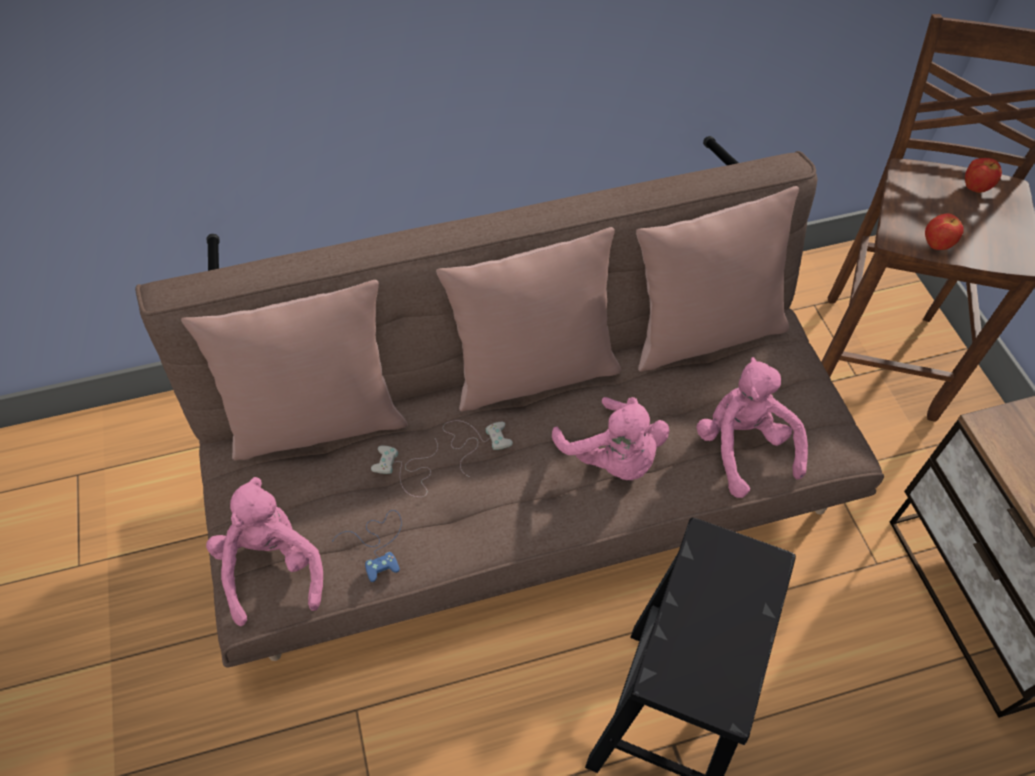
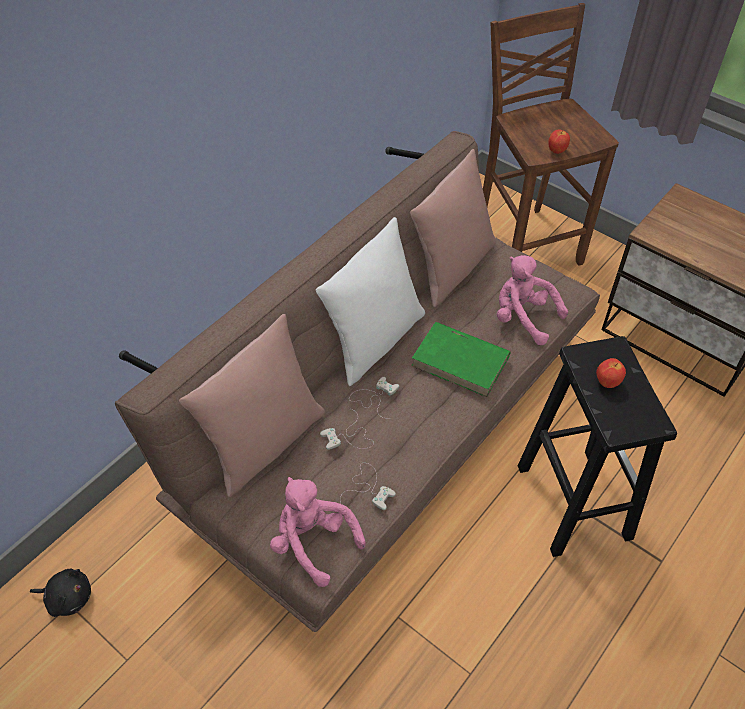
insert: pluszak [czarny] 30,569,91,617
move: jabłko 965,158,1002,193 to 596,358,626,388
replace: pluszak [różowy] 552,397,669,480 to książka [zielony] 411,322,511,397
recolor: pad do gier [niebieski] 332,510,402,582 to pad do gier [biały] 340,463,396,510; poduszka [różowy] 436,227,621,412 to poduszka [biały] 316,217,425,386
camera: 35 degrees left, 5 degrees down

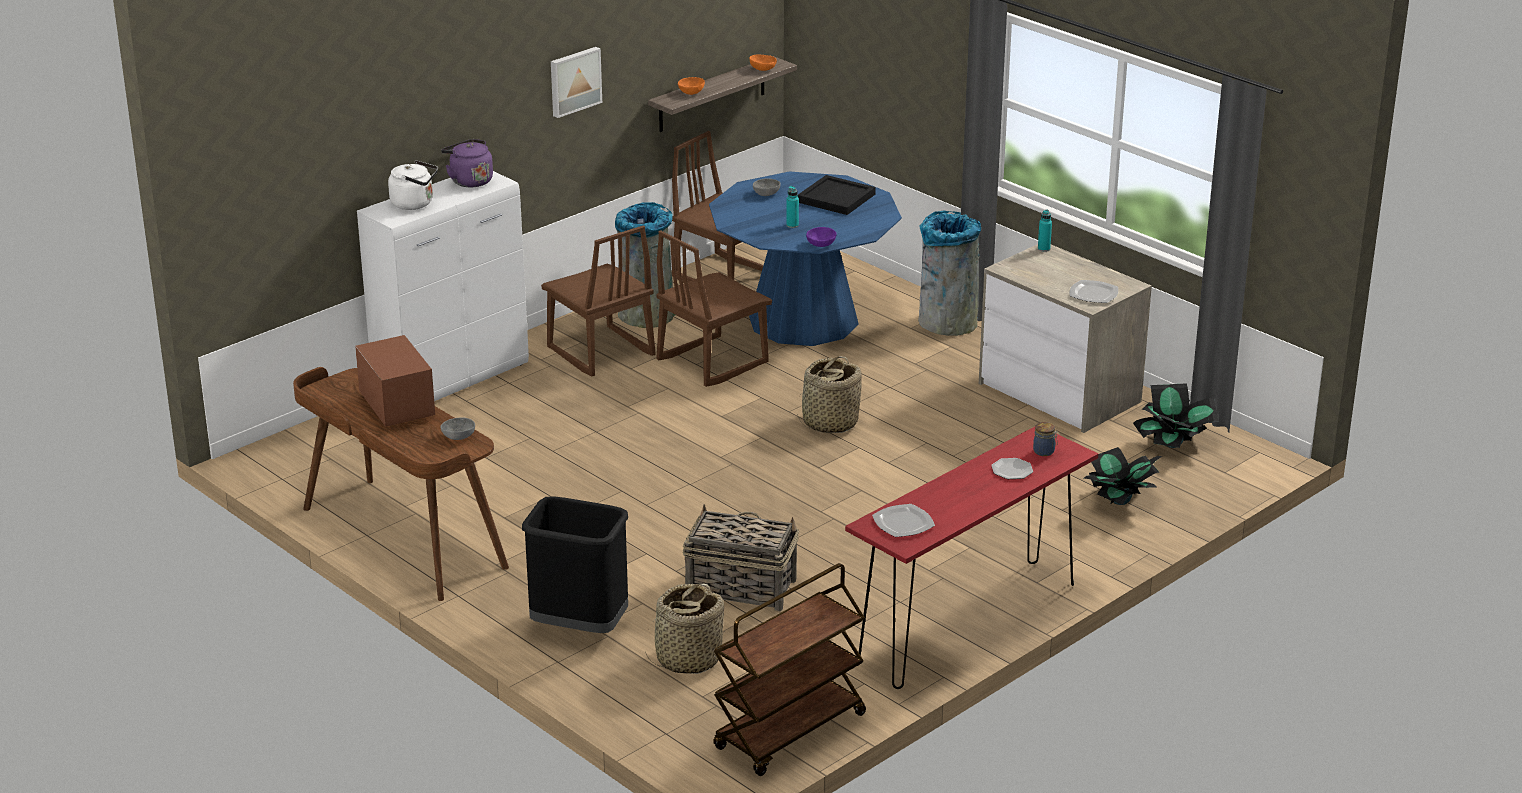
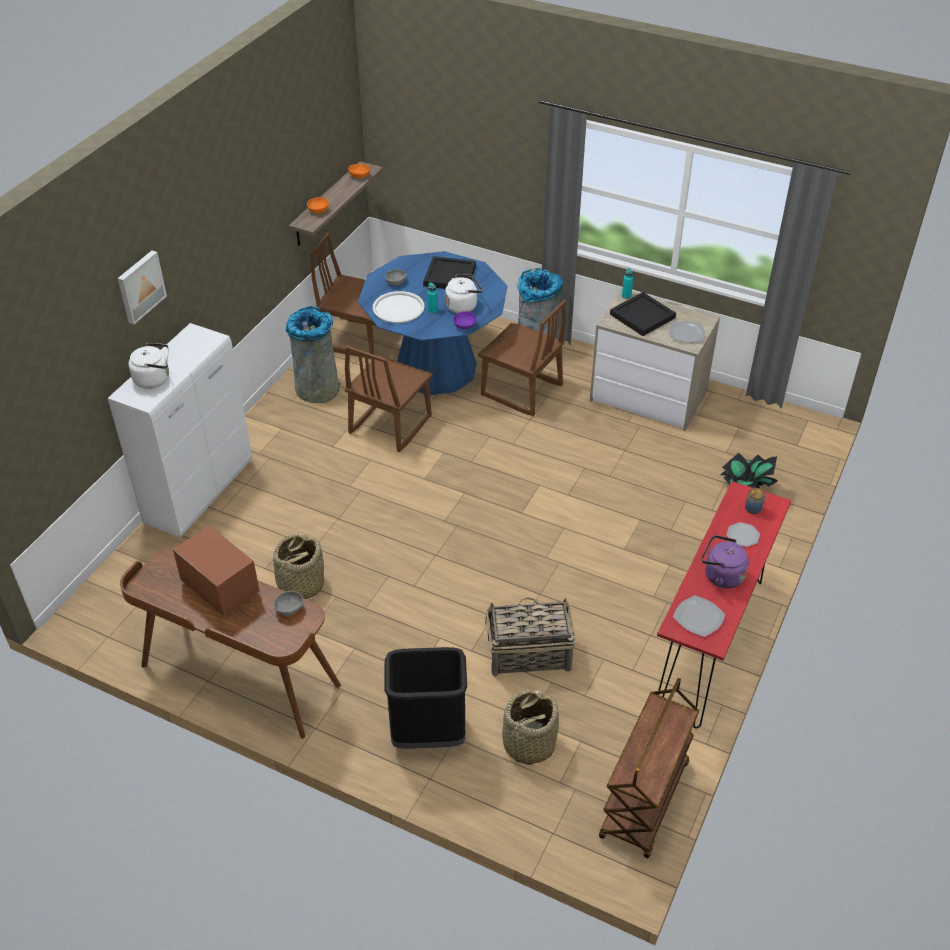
delete: roślina doniczkowa 1133,383,1219,448
insert: taca [biały] 373,291,425,323; czajnik [biały] 445,274,483,313; taca [czarny] 610,292,676,336
move: czajnik [fioletowy] 441,139,493,187 to 701,535,749,589; krzesło [brązowy] 541,225,656,377 to 478,300,566,416; obraz 551,47,602,118 to 118,250,167,324; koszyk 797,356,862,433 to 273,533,324,599
camera: 20 degrees left, 15 degrees up

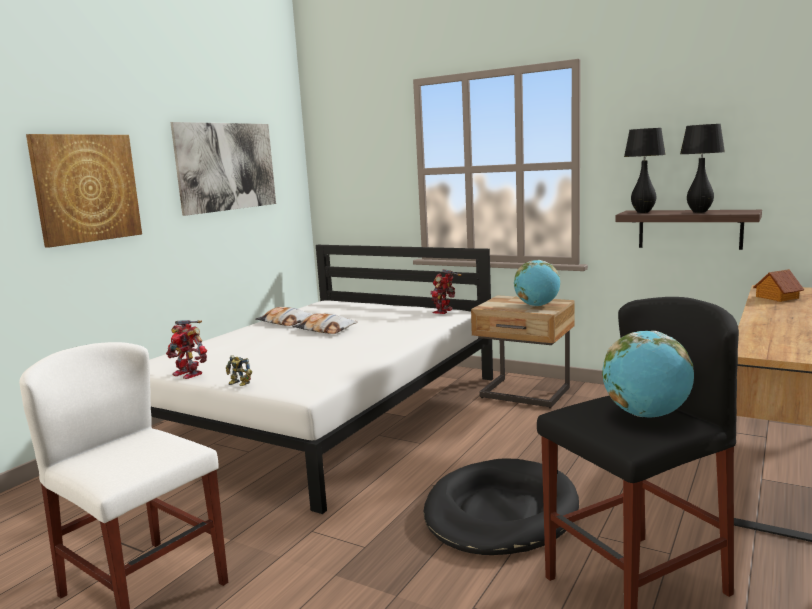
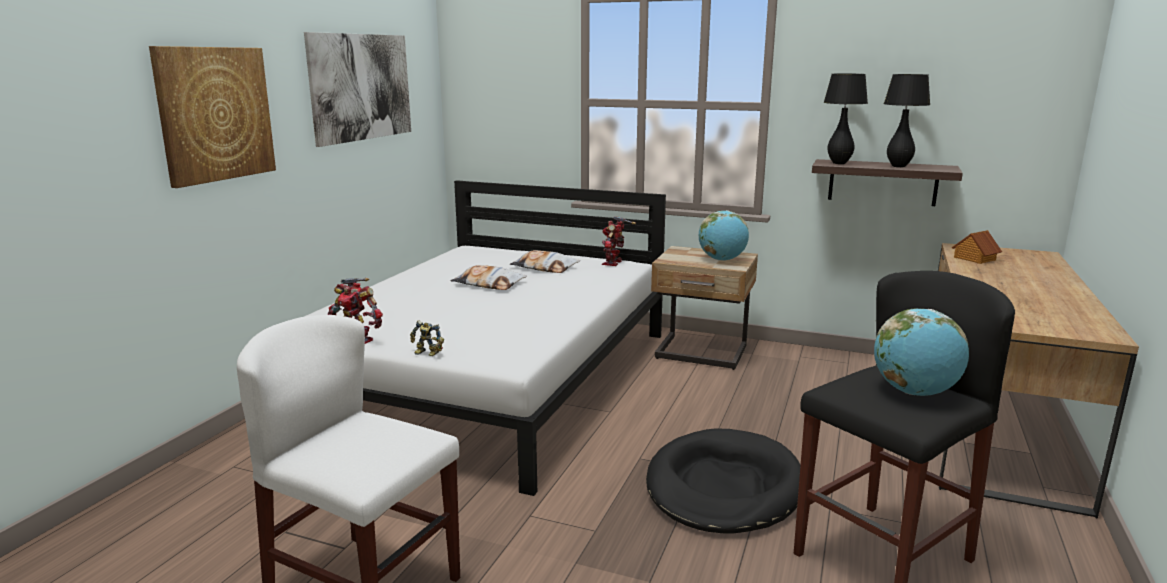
move: poduszka 255,307,313,326 to 510,250,580,273
camera: 10 degrees left, 5 degrees up

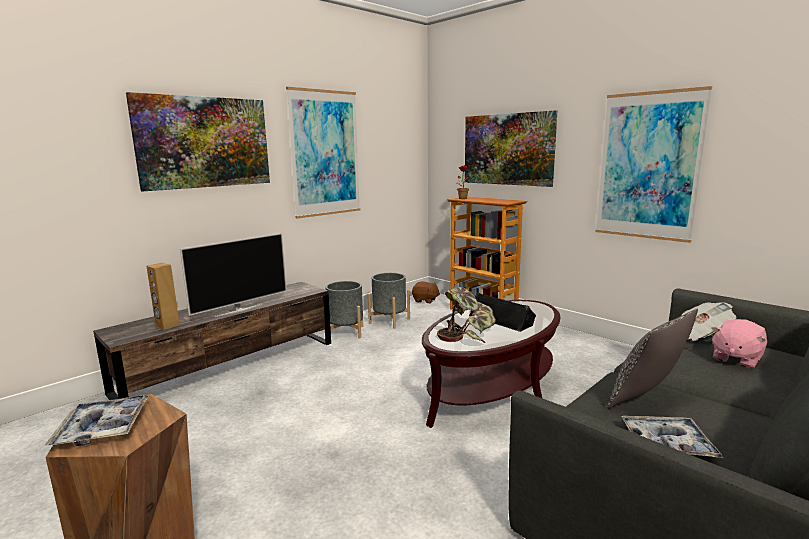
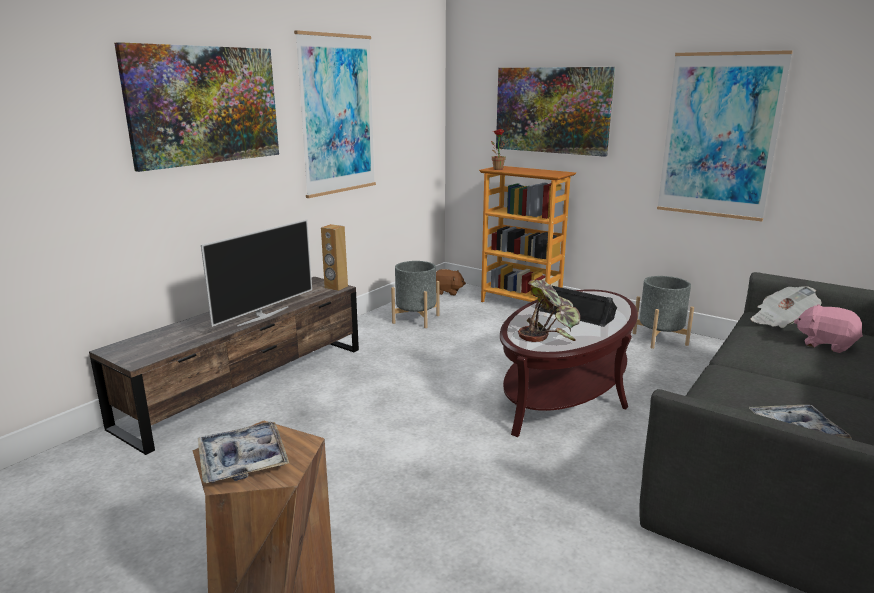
delete: poduszka 607,308,698,409
move: głośnik [brązowy] 146,263,180,330 to 321,224,348,291; donica [szary] 325,281,363,339 to 633,276,694,349
rotate: pluszak [różowy] 712,319,767,369 = 794,304,863,353 90 degrees clockwise
camera: 10 degrees left, 5 degrees up

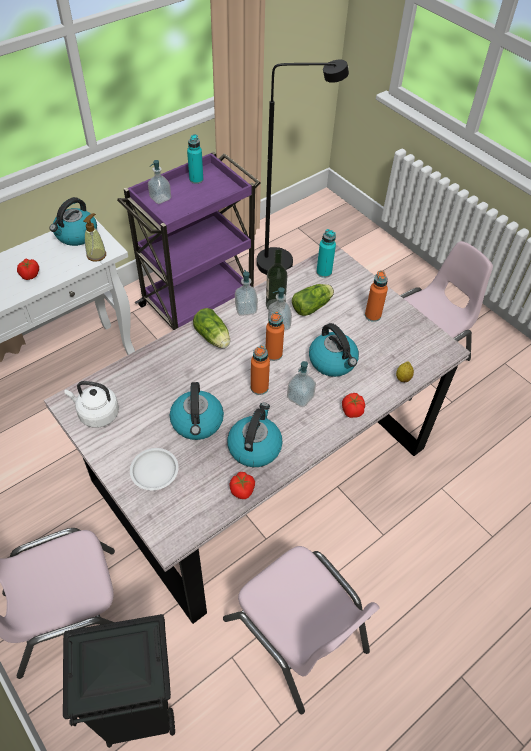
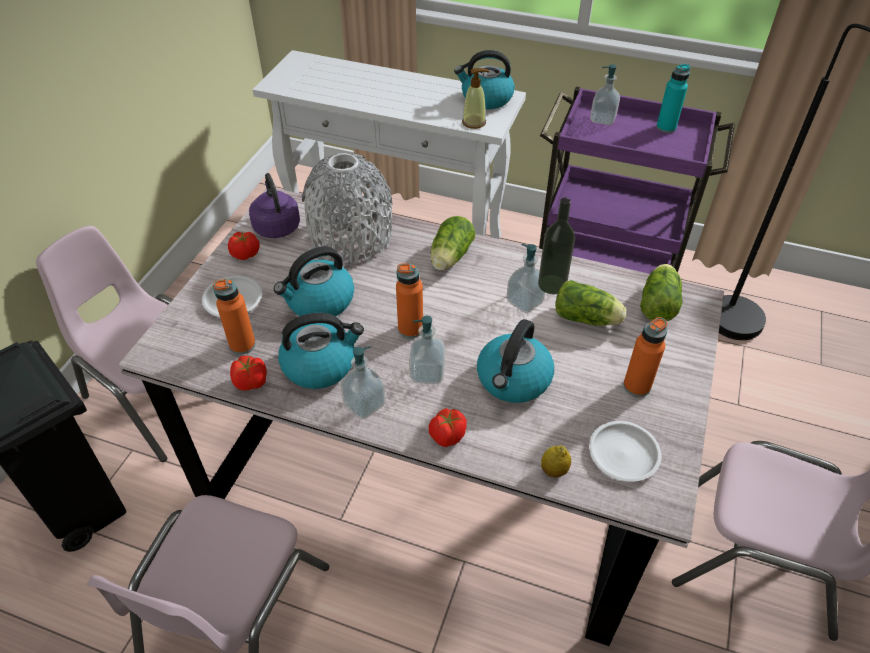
insert: wazon [szary] 302,153,393,264; talerz [biały] 589,421,661,482
move: pomidor 17,258,39,280 to 228,232,260,260; dozownik mydła 235,270,258,316 to 340,346,386,419; butelka [pomarańczowy] 265,311,284,361 to 213,279,256,355
replace: butelka [turkusowy] 316,229,336,278 to sałata 640,264,682,321
recolor: czajnik [biały] 64,381,119,428 to czajnik [fioletowy] 249,173,300,238
camera: 60 degrees right, 5 degrees down

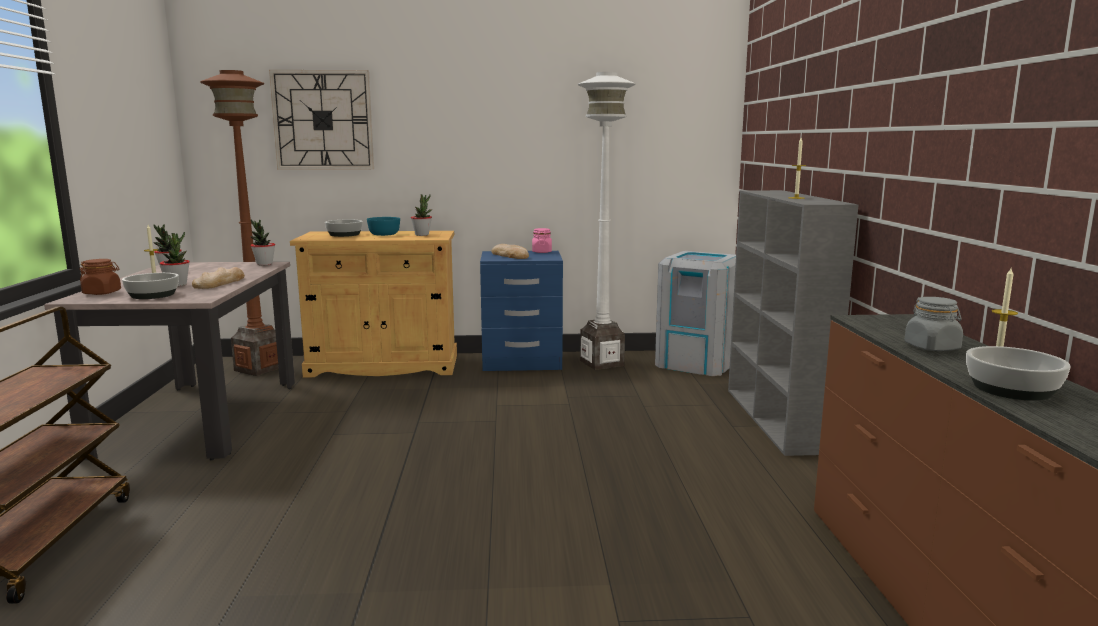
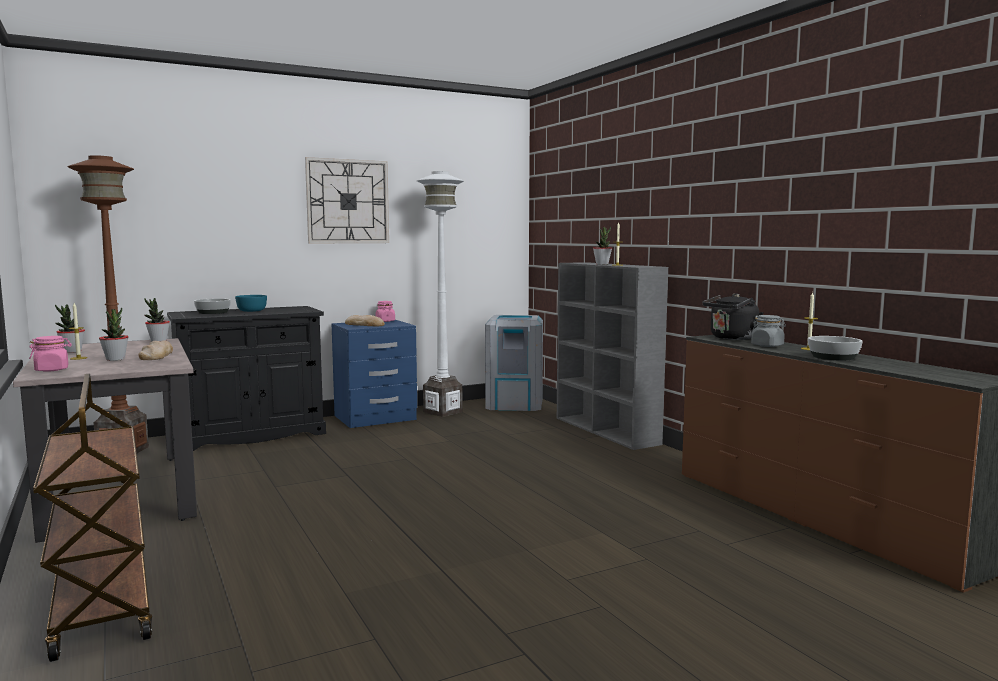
delete: miska 122,273,179,299
insert: czajnik [czarny] 703,293,764,340
move: zegar ścienny 269,70,374,170 to 305,157,389,243; roślina doniczkowa 411,194,432,236 to 593,227,612,265
recolor: słoik [brązowy] 80,259,121,295 to słoik [różowy] 29,336,72,372; szafka [beżowy] 290,231,457,378 to szafka [czarny] 167,306,326,451
camera: 25 degrees left, 5 degrees down

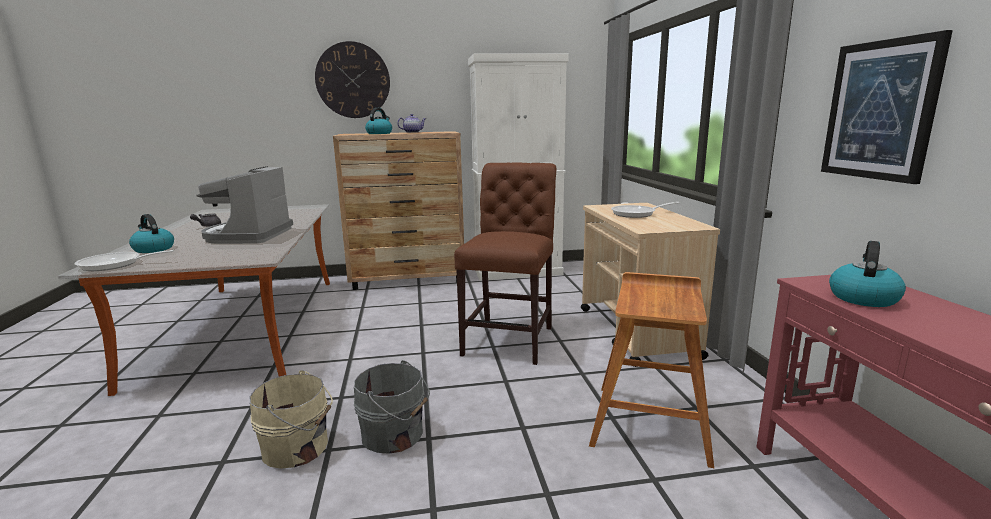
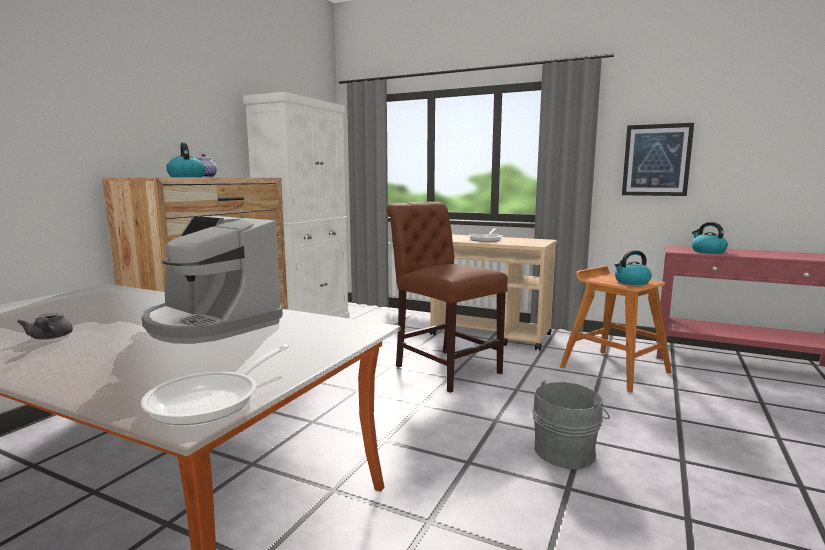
delete: wiadro [beżowy] 250,370,333,469; zegar ścienny 315,41,390,118
move: czajnik 129,214,174,253 to 614,250,652,285
camera: 55 degrees left, 5 degrees down

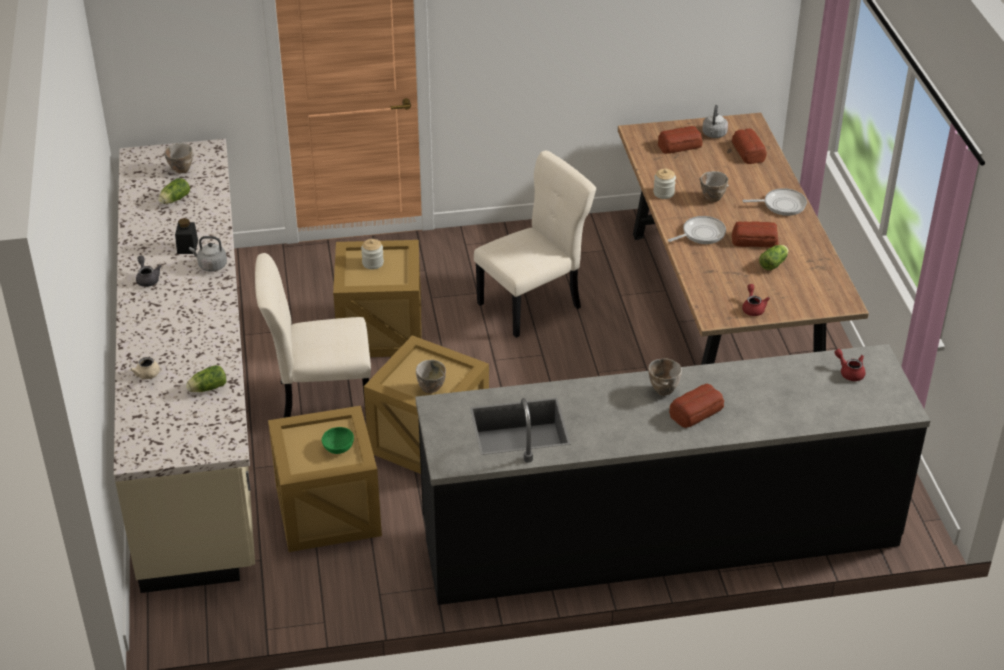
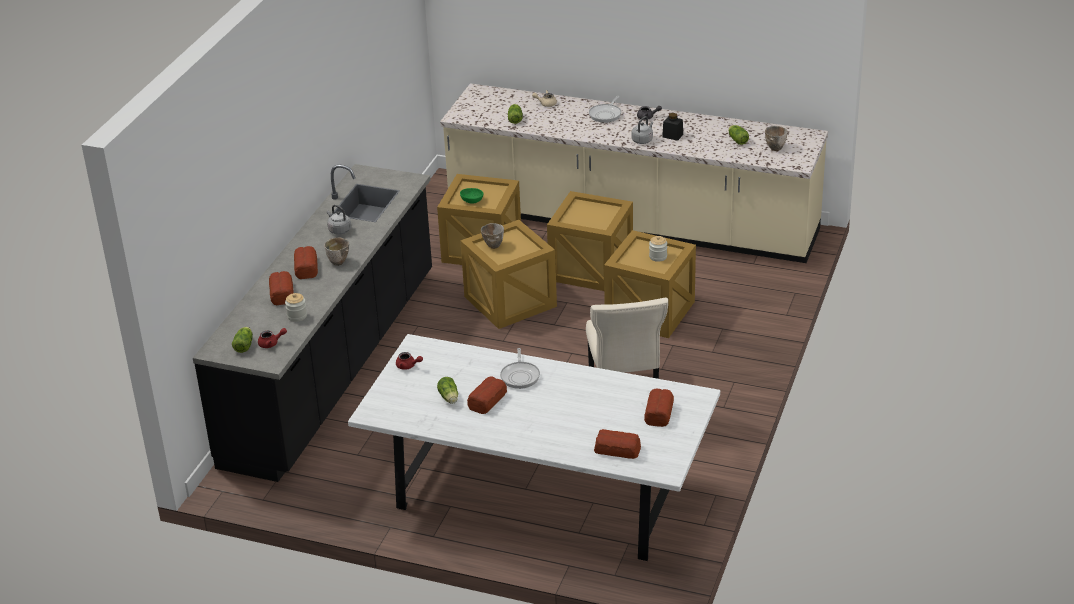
delete: miska 699,171,729,202
insert: sałata 232,327,253,353; chleb 269,271,294,305
move: słoik 653,169,676,199 to 285,293,307,322; czajnik [szary] 702,105,728,138 to 327,205,351,235; patelnia 743,188,807,216 to 589,96,621,123
replace: krzesło [beżowy] 255,253,371,418 to skrzynka 547,191,633,291
recolor: stół jadalny [brązowy] 618,113,869,365 to stół jadalny [biały] 348,334,720,561
camera: 120 degrees right, 5 degrees down

